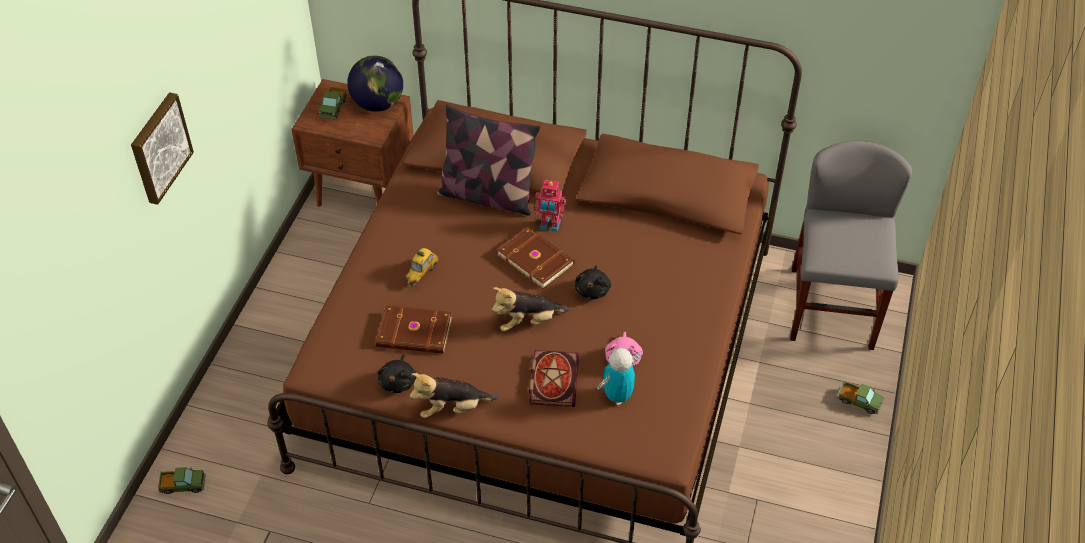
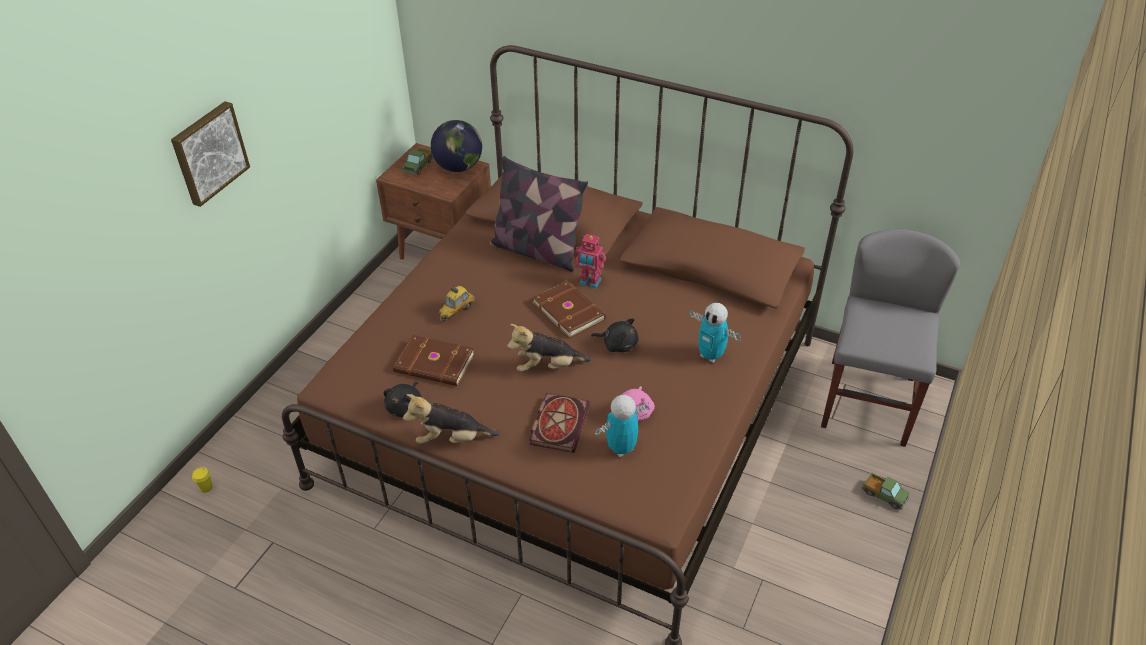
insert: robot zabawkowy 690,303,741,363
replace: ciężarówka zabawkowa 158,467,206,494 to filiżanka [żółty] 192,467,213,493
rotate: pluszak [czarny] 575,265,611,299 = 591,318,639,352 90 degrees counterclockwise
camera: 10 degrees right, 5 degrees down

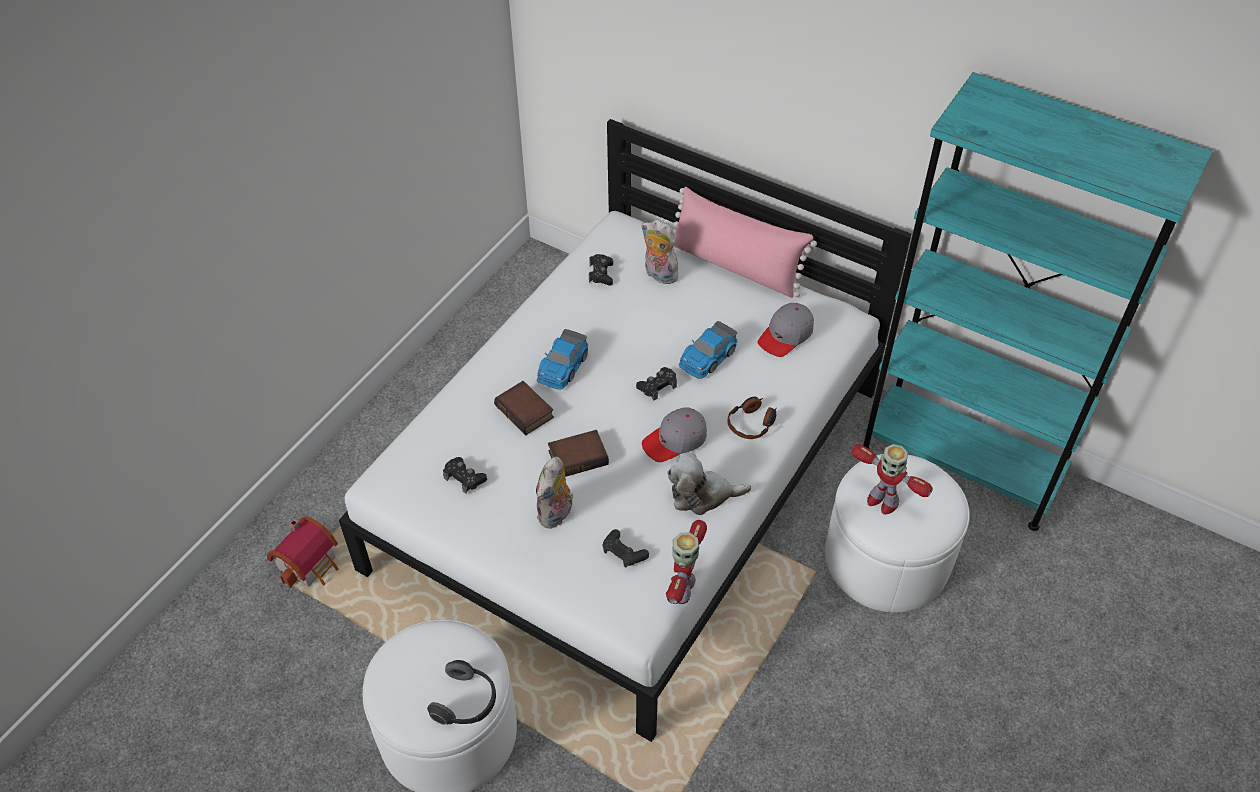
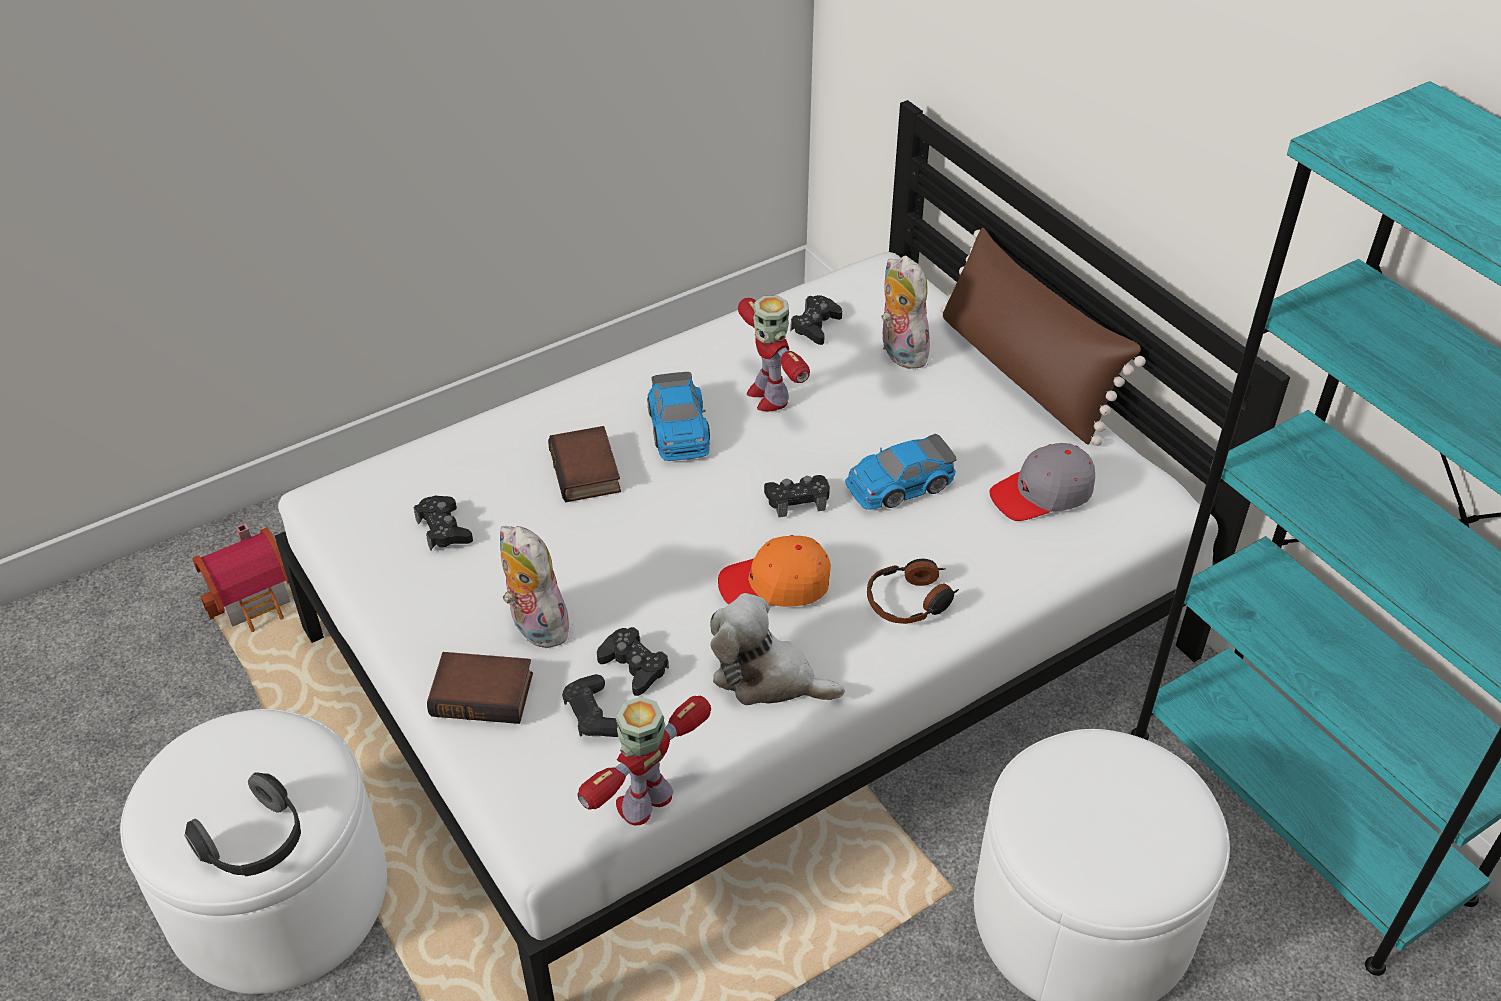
insert: pad do gier [czarny] 597,627,669,696
move: książka 548,430,609,477 to 427,652,533,724; robot zabawkowy 851,444,933,515 to 738,295,810,411
recolor: czapka z daszkiem [szary] 642,407,707,462 to czapka z daszkiem [pomarańczowy] 718,535,831,607; poduszka [różowy] 673,187,817,298 to poduszka [brązowy] 940,227,1146,446
rotate: pluszak 536,457,577,529 = 500,526,575,648 90 degrees clockwise; samochodzik 537,329,588,390 = 647,372,710,461 60 degrees counterclockwise
camera: 25 degrees right, 5 degrees down

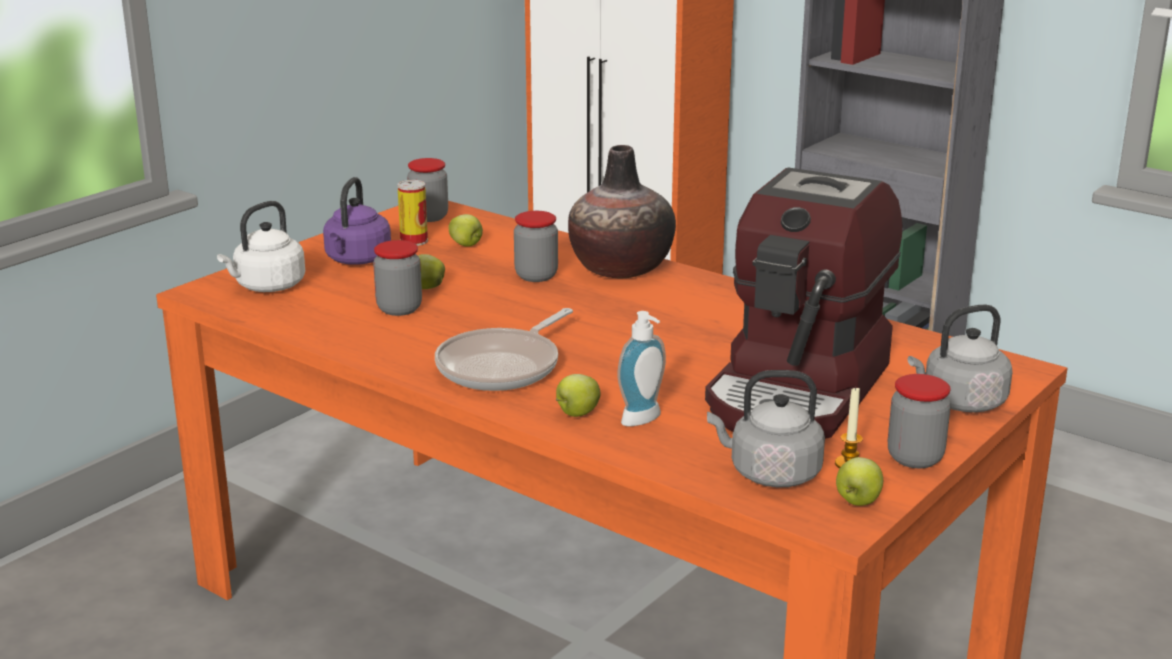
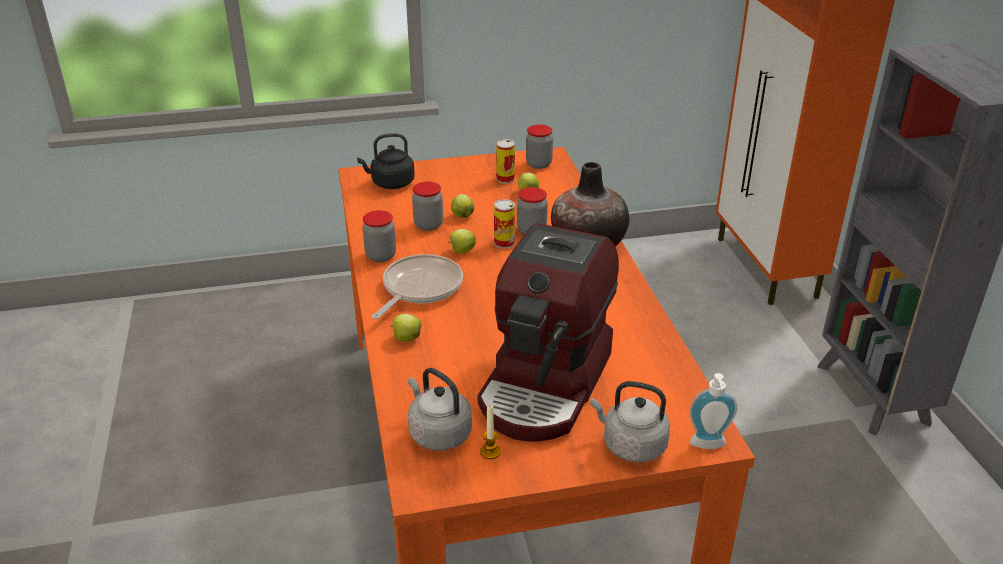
delete: czajnik [fioletowy] 323,177,391,265
insert: puszka 494,199,515,249
move: dozownik mydła 618,311,666,427 to 689,373,737,449; jabłko 836,457,883,506 to 448,229,476,253; słoik 888,374,951,468 to 363,210,396,262
recolor: czajnik [biały] 217,201,305,292 to czajnik [czarny] 357,133,415,189
rotate: patelnia 435,308,573,391 = 372,254,463,319 135 degrees clockwise; ekspres do kawy 705,167,902,439 = 478,223,619,442 45 degrees counterclockwise
camera: 40 degrees right, 10 degrees up

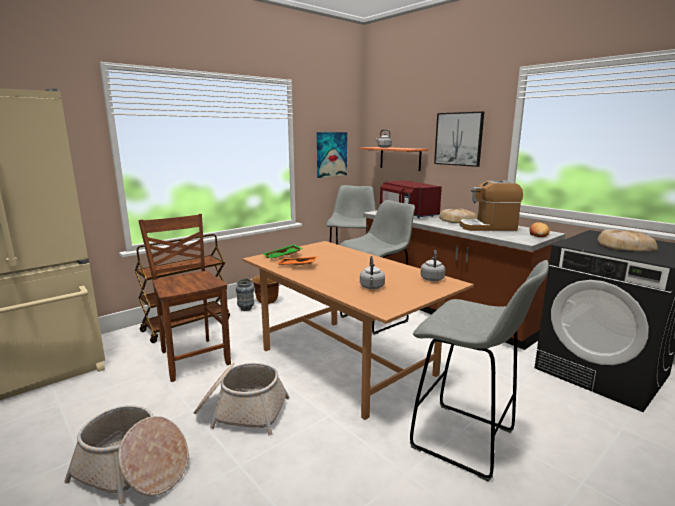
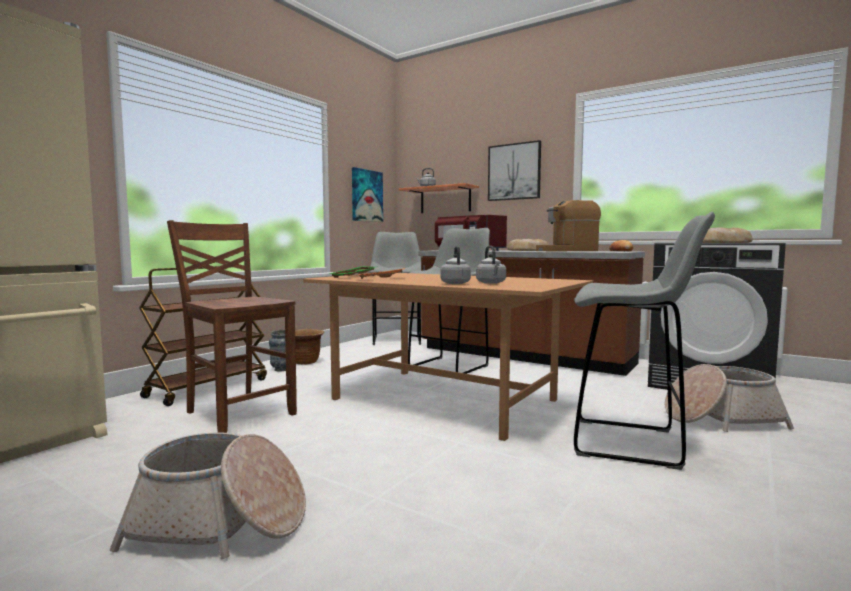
move: koszyk 194,363,290,436 to 664,364,794,432; czajnik [szary] 420,250,445,281 to 440,246,471,284
camera: 15 degrees left, 10 degrees down

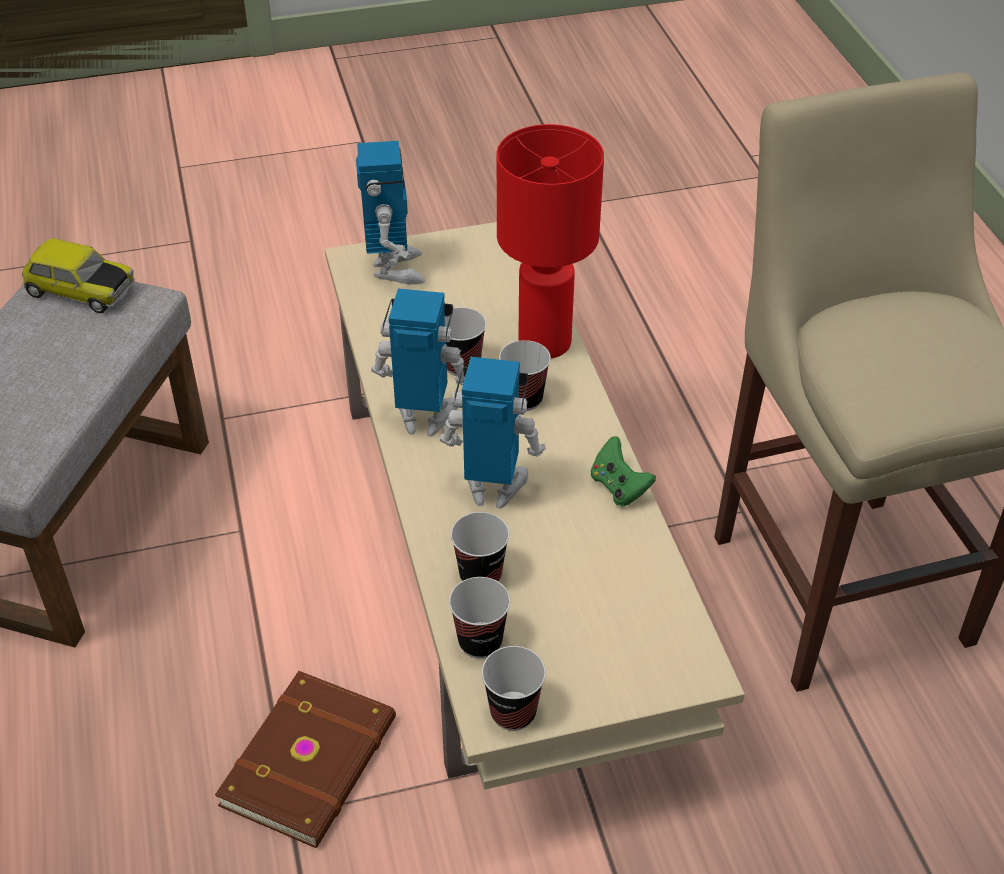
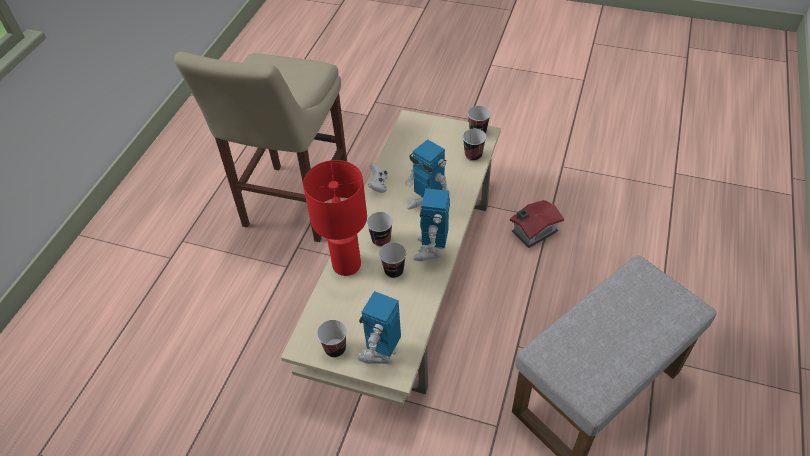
delete: samochodzik 22,238,135,313
move: filiżanka 451,512,509,582 to 317,319,347,358
replace: książka [brązowy] 215,671,396,848 to domek 510,200,564,248
recolor: pad do gier [zielony] 591,436,656,506 to pad do gier [biały] 368,163,387,193
rotate: robot zabawkowy 371,289,465,437 = 413,188,450,261 60 degrees clockwise
camera: 145 degrees left, 5 degrees up

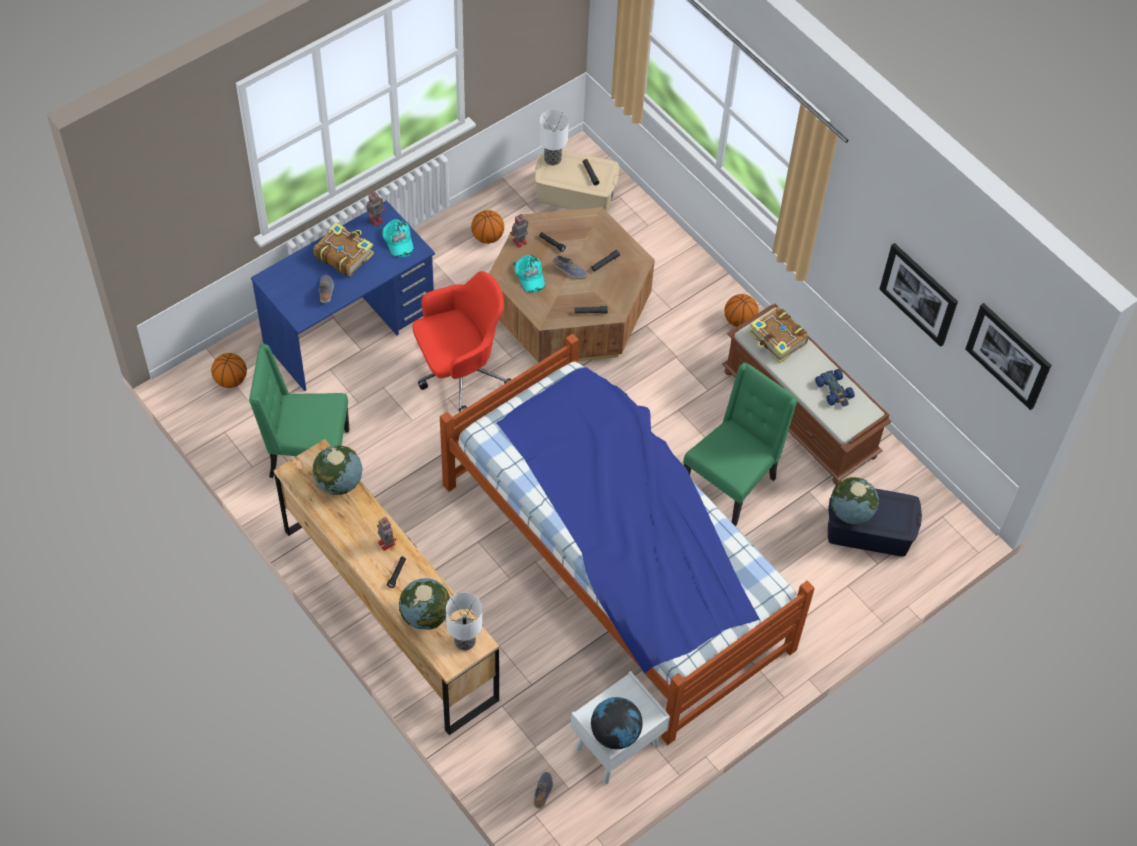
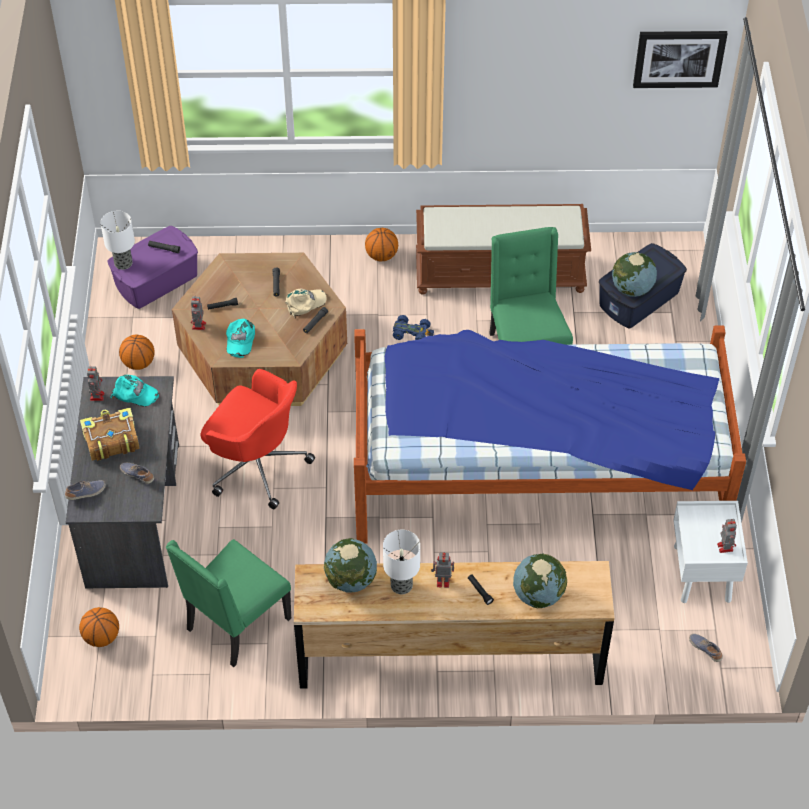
delete: książka 749,307,809,363; obraz 879,243,958,347
insert: czapka z daszkiem [beżowy] 285,289,326,318
move: lampa stołowa 446,592,482,651 to 383,530,420,594; but 553,255,588,279 to 65,480,106,500; samochodzik [niebieski] 815,369,855,407 to 393,315,434,340
replace: globus 591,697,643,749 to robot zabawkowy 717,519,737,553
recolor: biurko [niebieski] 251,200,435,391 to biurko [szary] 66,376,179,588; pojemnik do przechowywania [beżowy] 535,150,619,212 to pojemnik do przechowywania [fioletowy] 108,226,198,309
rotate: krzesło biurowe [czerwony] 412,271,512,412 = 201,369,315,509 105 degrees clockwise; czapka z daszkiem [turkusowy] 513,255,545,293 = 226,319,255,358 75 degrees clockwise
camera: 50 degrees left, 5 degrees down

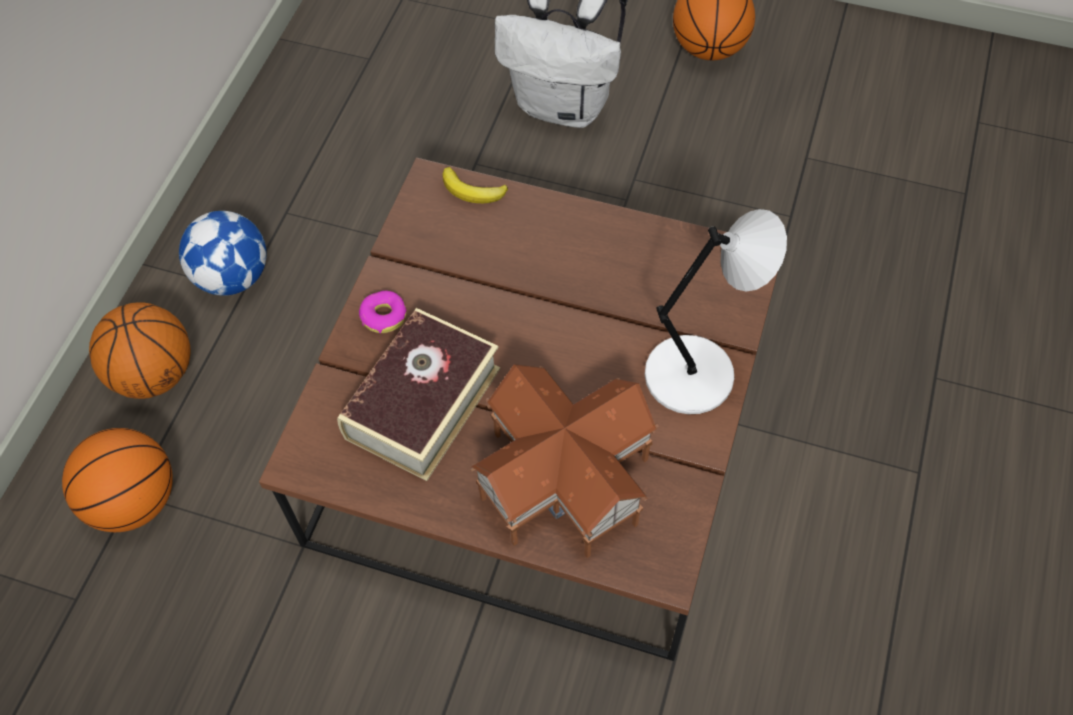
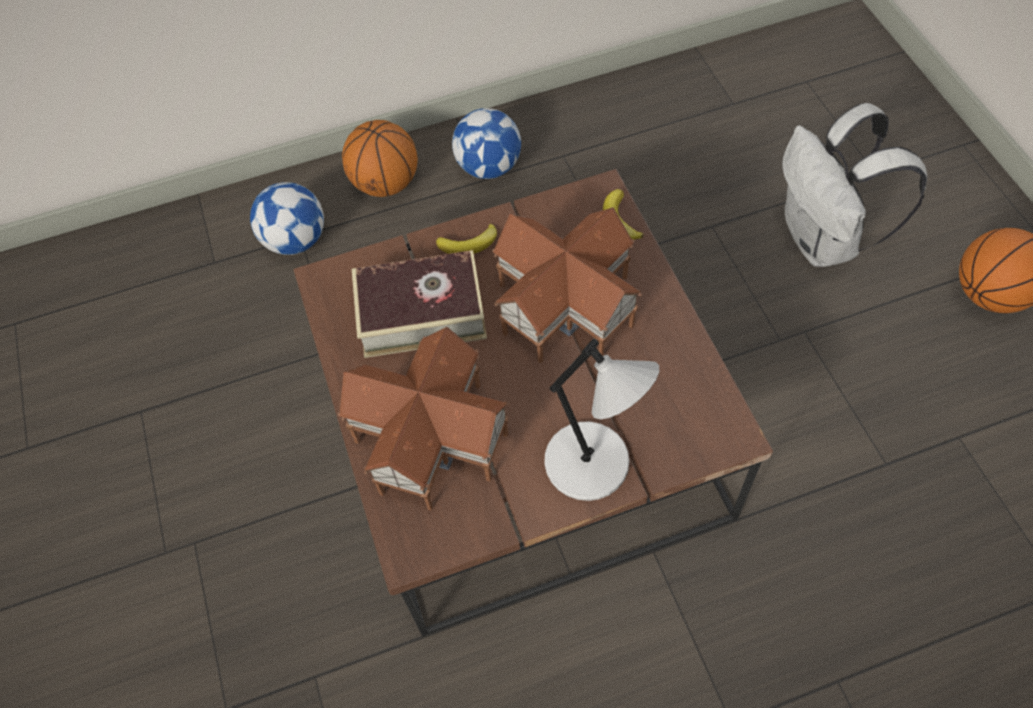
insert: domek 492,207,643,364
replace: piłka do koszykówki 62,428,173,532 to piłka futbolowa 250,182,324,255; donut 359,291,407,333 to banan 436,224,497,254
camera: 55 degrees right, 0 degrees up

